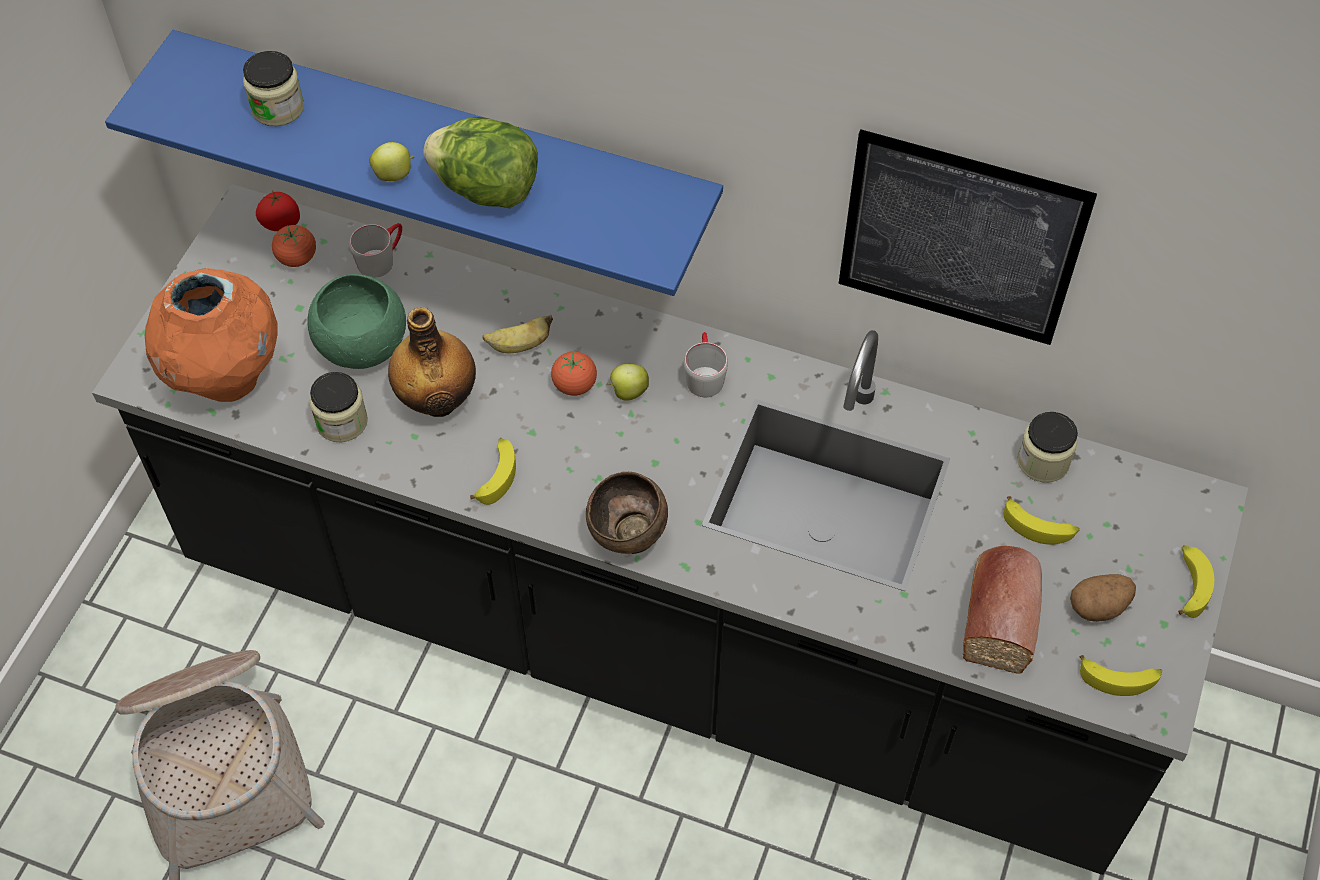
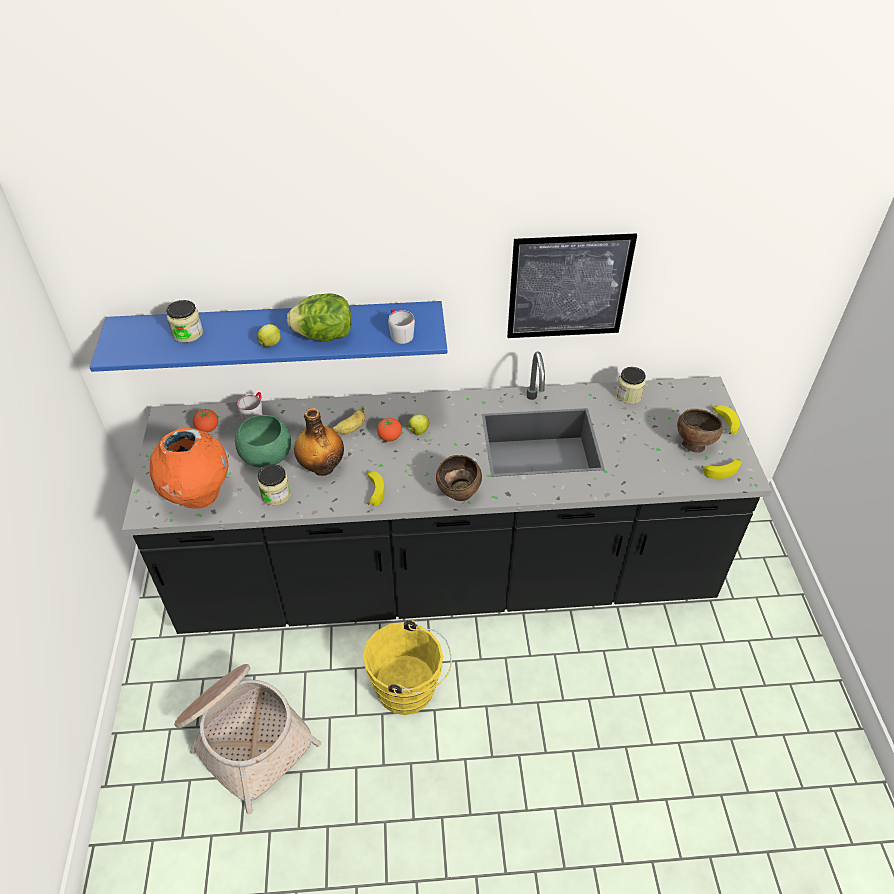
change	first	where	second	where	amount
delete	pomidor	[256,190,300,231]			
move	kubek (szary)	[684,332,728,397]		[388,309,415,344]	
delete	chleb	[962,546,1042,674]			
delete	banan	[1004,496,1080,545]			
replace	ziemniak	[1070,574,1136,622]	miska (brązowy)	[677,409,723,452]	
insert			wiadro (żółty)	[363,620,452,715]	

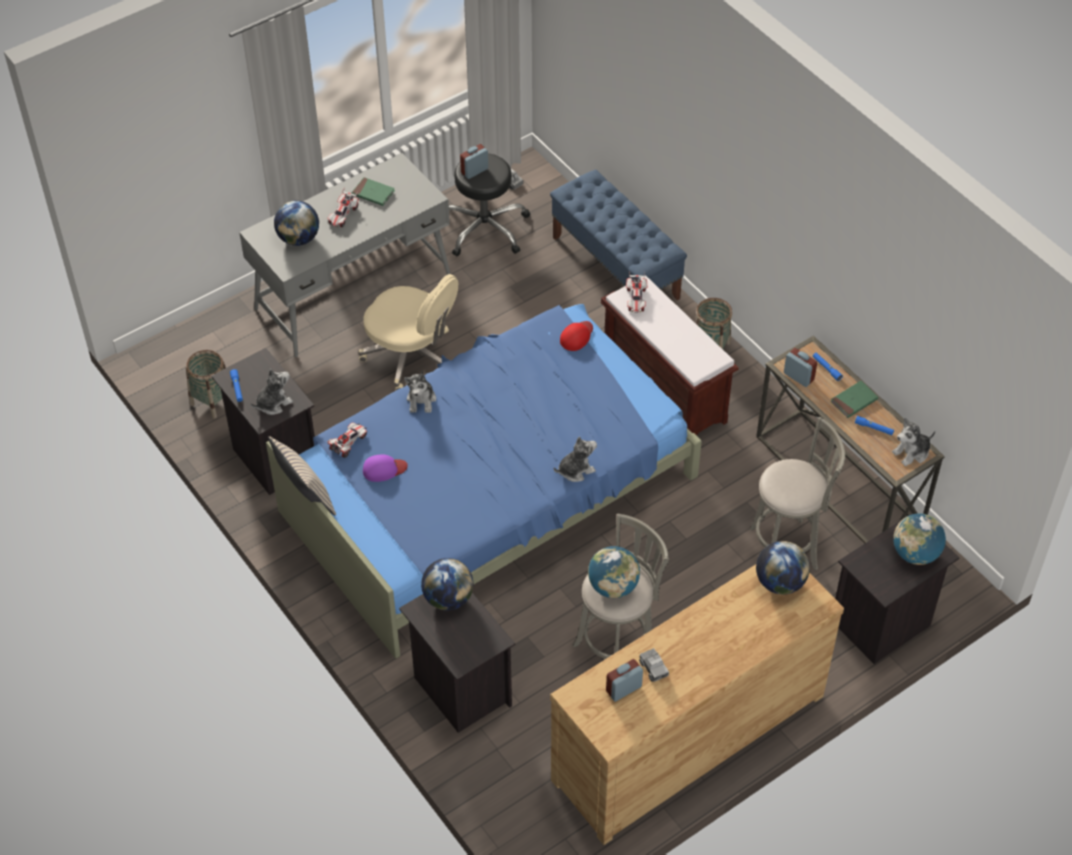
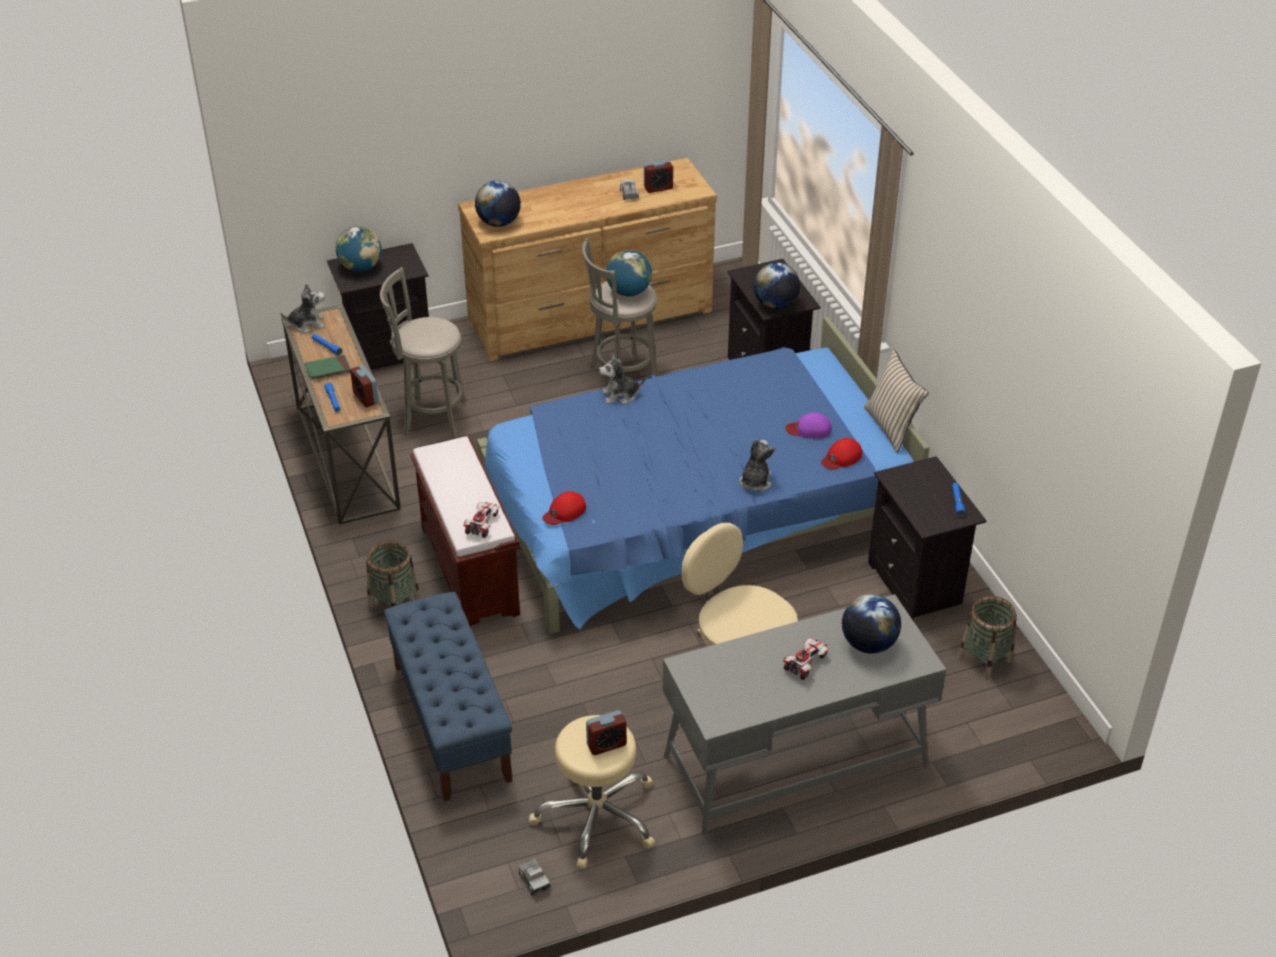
change	first	where	second	where	amount
delete	pluszak	[251,369,293,415]			
replace	samochodzik	[327,422,367,458]	czapka z daszkiem (czerwony)	[821,438,862,470]	
delete	książka (zielony)	[351,177,395,206]			
recolor	stołek (czarny)	[449,153,530,256]	stołek (beżowy)	[529,715,655,869]	

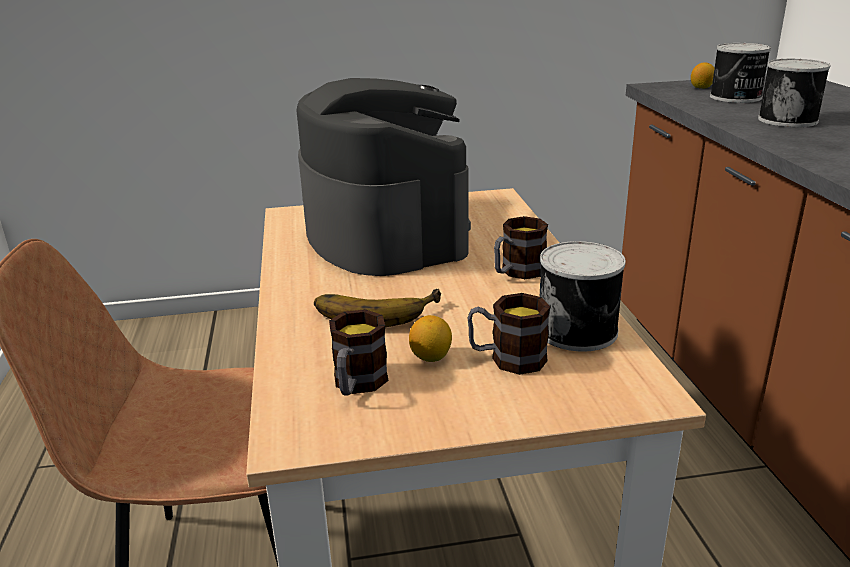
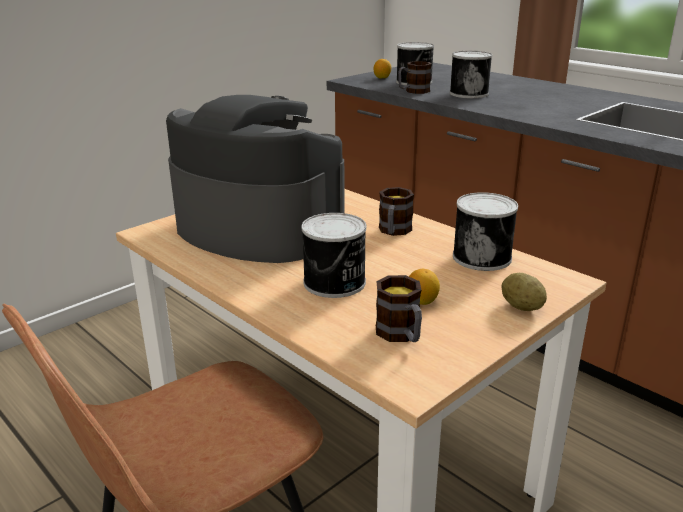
change	first	where	second	where	amount
replace	banan	[314,289,441,327]	puszka	[301,213,366,298]	
move	kubek	[468,293,550,375]		[398,61,432,94]	
insert			ziemniak	[502,273,547,311]	

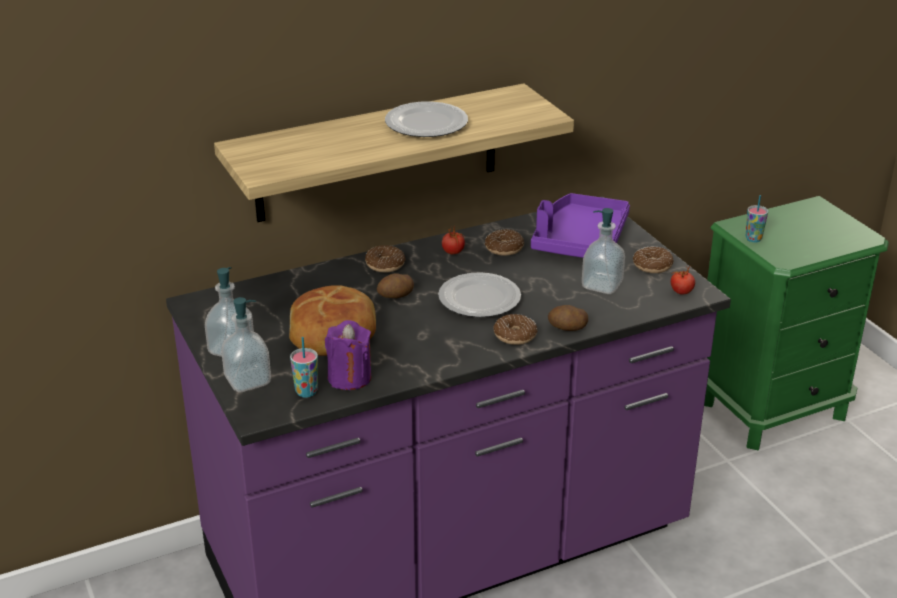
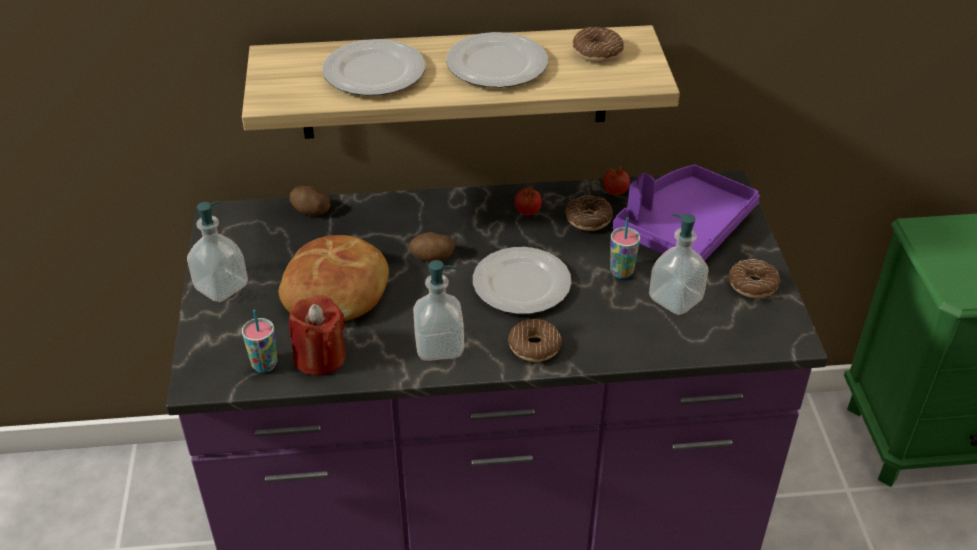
change	first	where	second	where	amount
move	dozownik mydła	[221,297,271,393]		[413,260,464,361]	
recolor	świeca (fioletowy)	[325,320,371,390]	świeca (czerwony)	[289,295,346,376]	
move	donut	[365,245,405,273]		[573,27,624,63]	
move	ziemniak	[548,305,588,331]		[290,186,331,216]	
move	pomidor	[671,265,695,295]		[603,166,630,195]	
move	filiżanka	[746,195,768,243]		[610,217,640,279]	
insert			talerz	[322,39,425,96]	

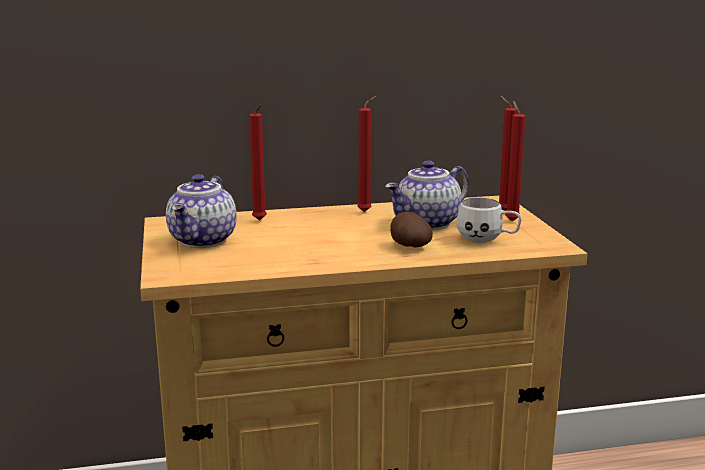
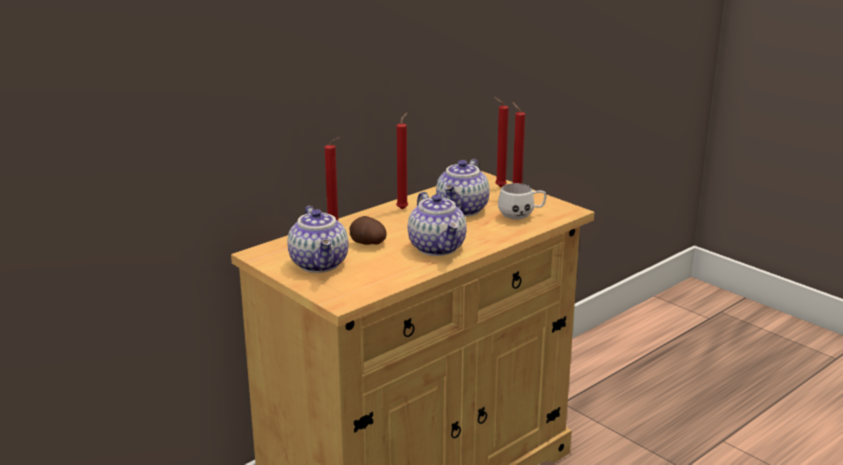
change	first	where	second	where	amount
move	ziemniak	[390,212,433,247]		[350,216,387,245]	
insert			imbryk	[408,192,467,256]	

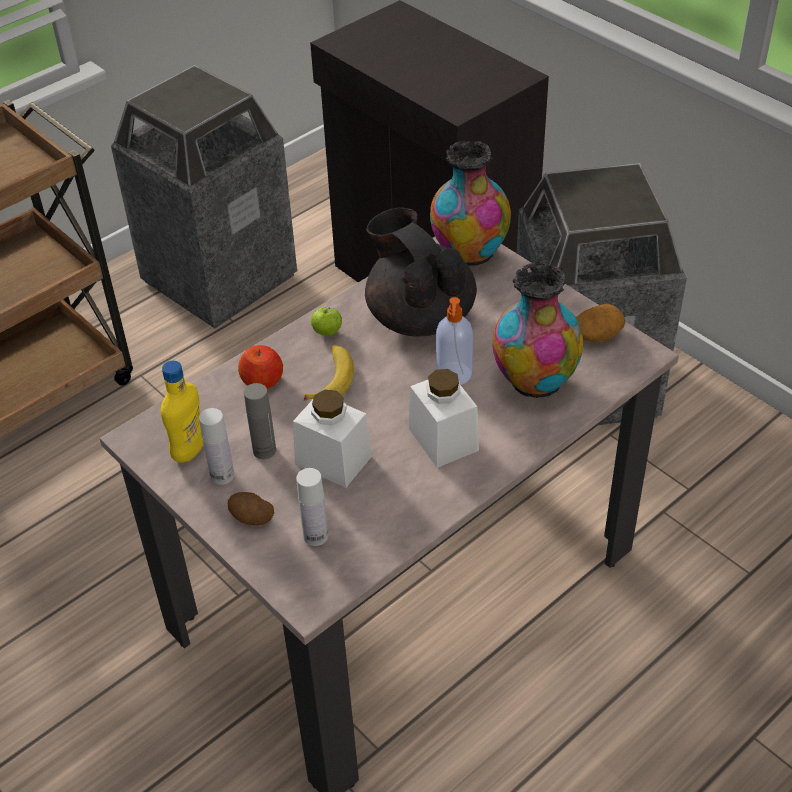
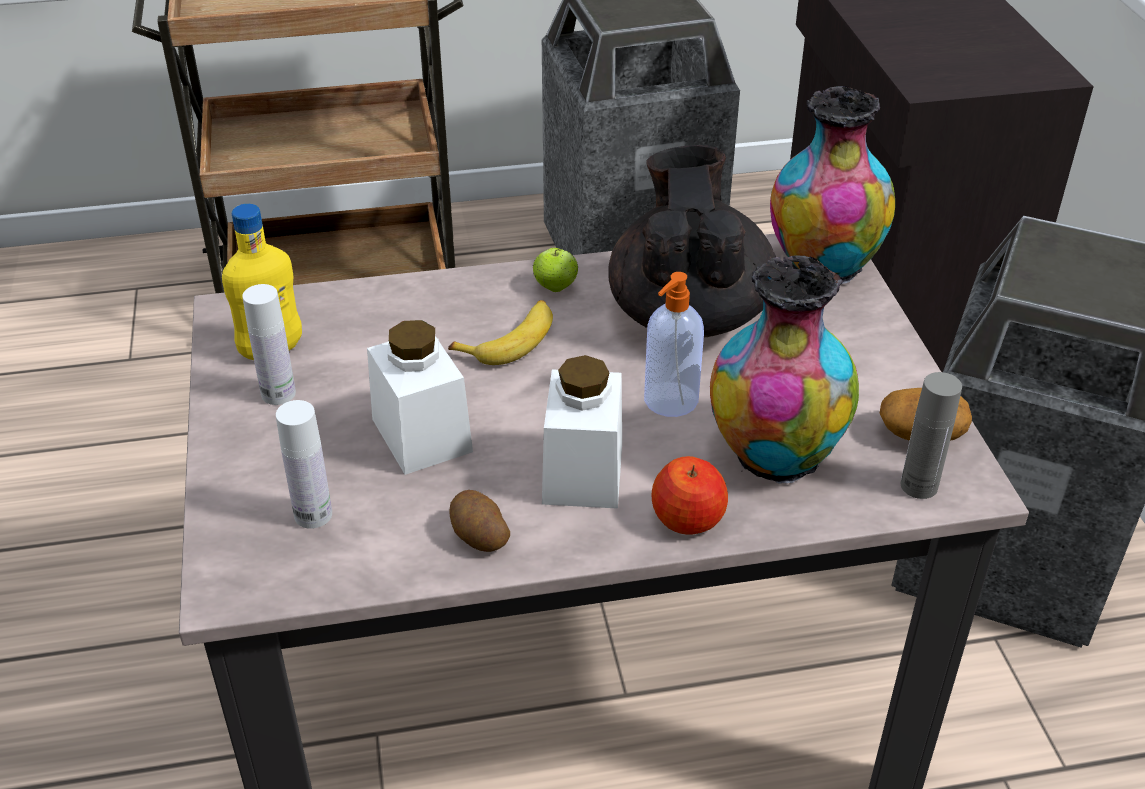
change	first	where	second	where	amount
move	ziemniak	[228,492,274,526]		[449,490,510,552]	
move	jabłko	[238,345,283,389]		[652,456,728,535]	
move	butelka (szary)	[244,383,276,459]		[901,372,962,499]	

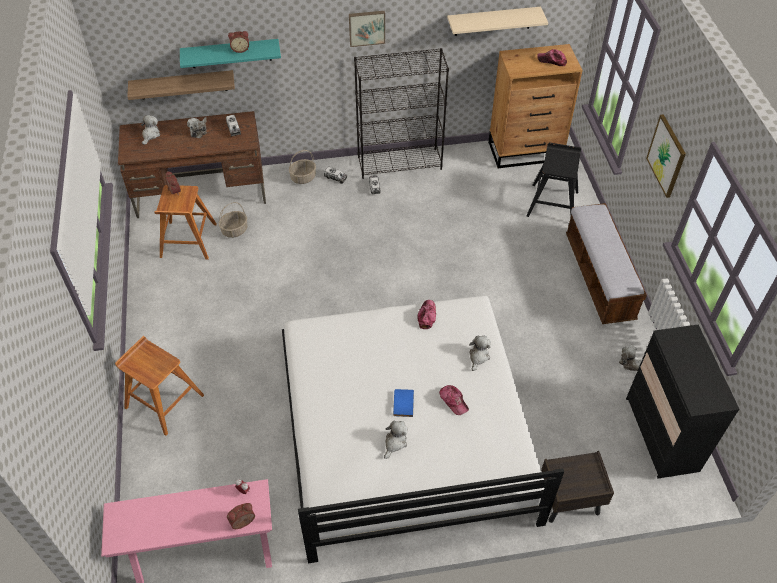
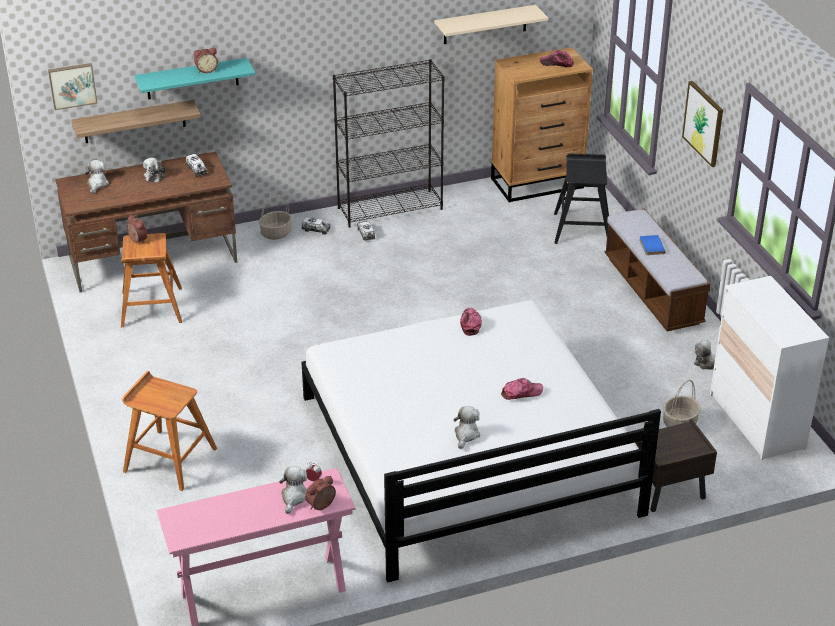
change	first	where	second	where	amount
move	koszyk	[219,202,248,238]		[663,380,701,427]	
move	obraz	[349,11,385,47]		[48,63,98,110]	
move	książka (niebieski)	[393,389,414,417]		[640,235,666,255]	
rotate	czapka z daszkiem	[439,385,469,415]		[501,378,543,400]	60 degrees counterclockwise
move	pluszak	[469,336,491,371]		[279,466,307,514]	
recolor	komoda (czarny)	[626,324,740,479]	komoda (biały)	[710,276,829,460]	

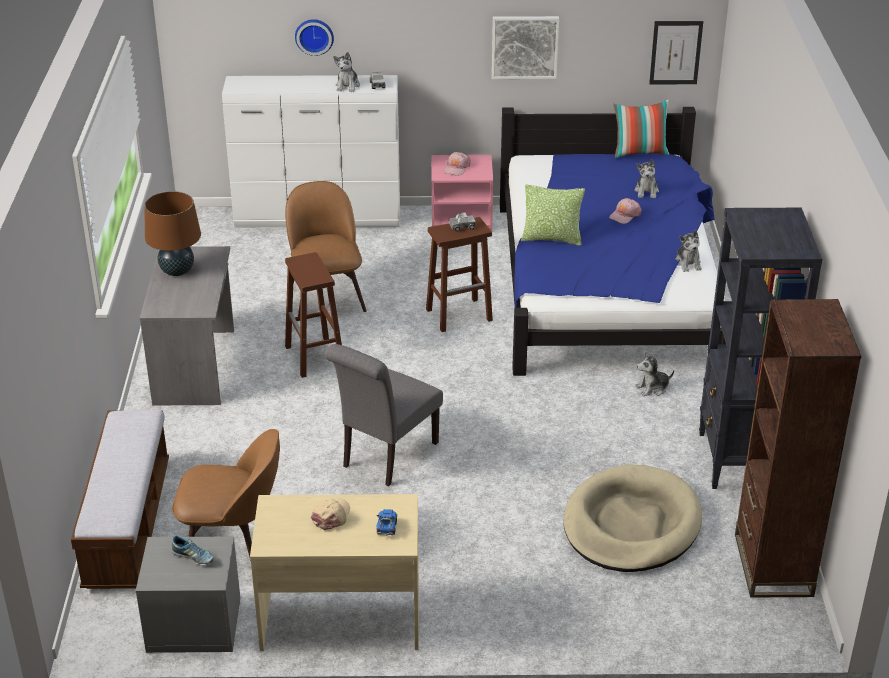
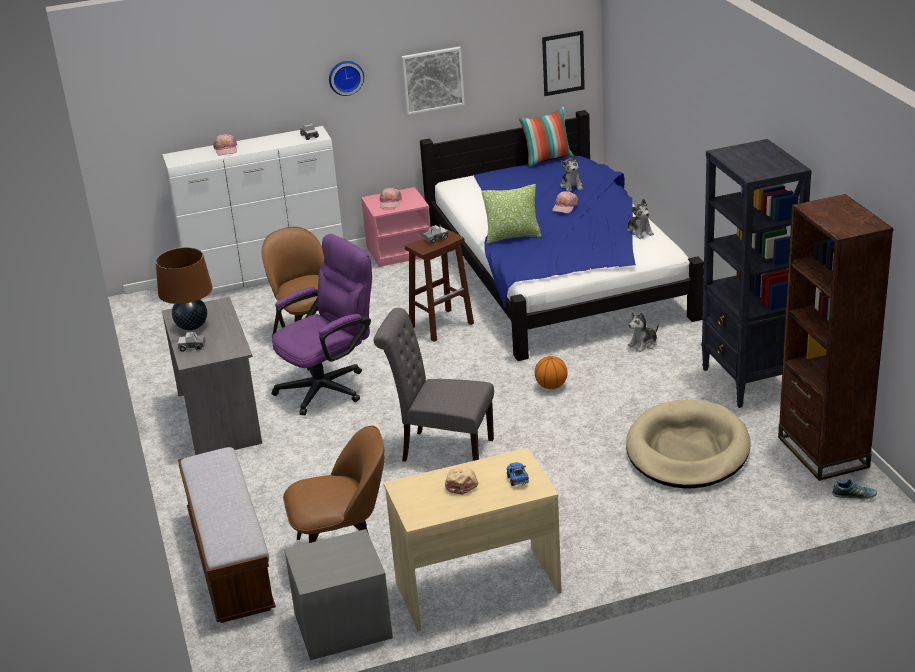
change	first	where	second	where	amount
move	but	[171,536,214,565]		[832,479,877,499]	
replace	stołek (brązowy)	[285,252,342,378]	krzesło biurowe (fioletowy)	[272,234,372,415]	
move	zegar ścienny	[295,19,334,56]		[329,61,364,96]	
rotate	krzesło (szary)	[325,344,443,486]		[373,308,494,462]	90 degrees clockwise
delete	pluszak	[333,52,360,92]			
insert			ciężarówka zabawkowa	[178,332,205,352]	
insert			czapka z daszkiem (różowy)	[213,134,237,155]	
insert			piłka do koszykówki	[535,356,568,389]	

